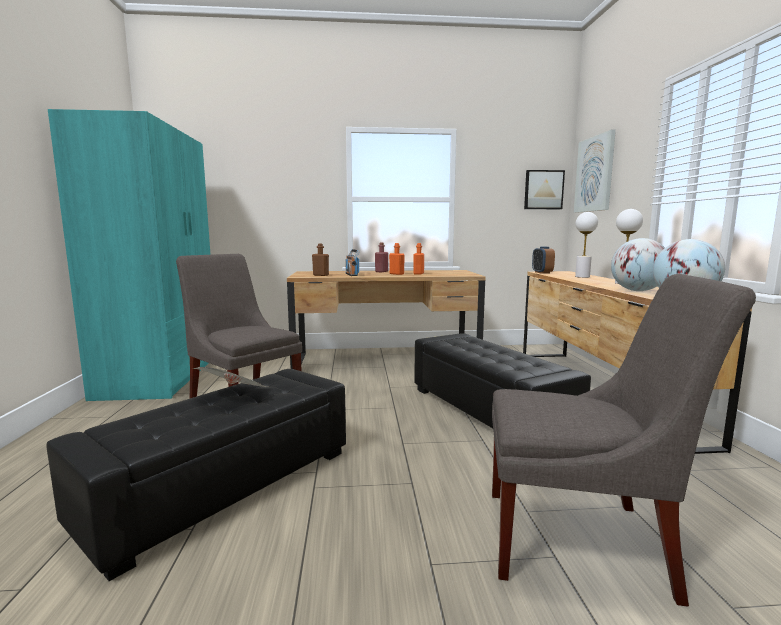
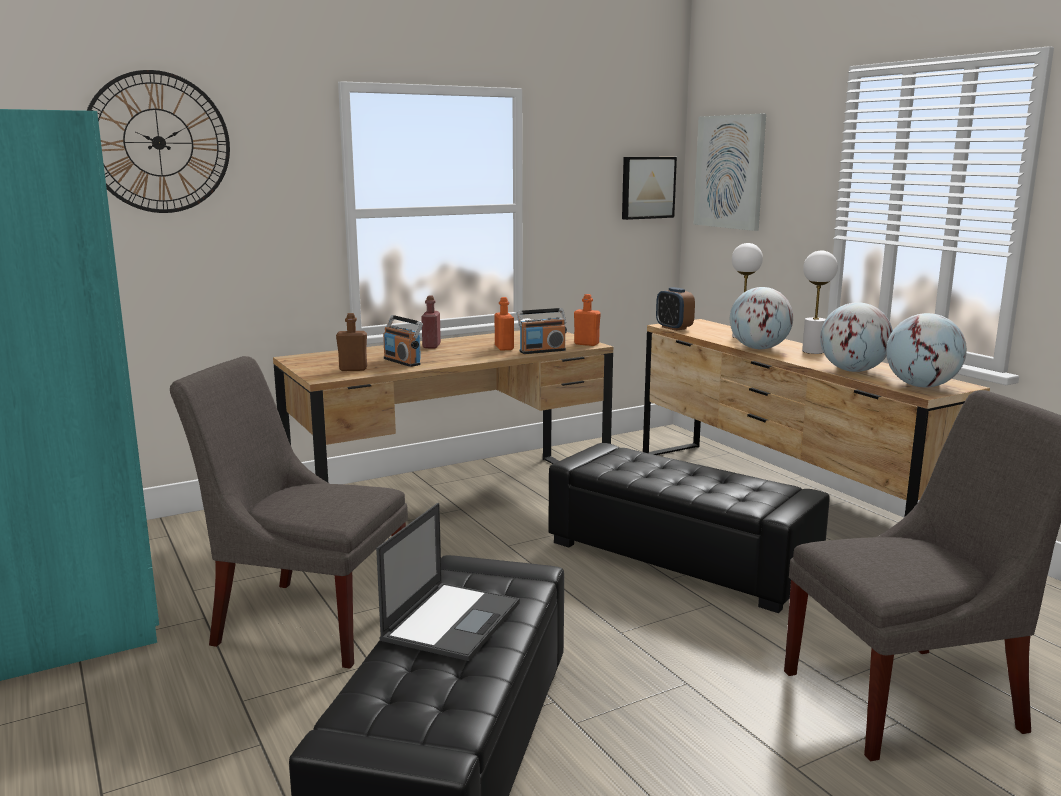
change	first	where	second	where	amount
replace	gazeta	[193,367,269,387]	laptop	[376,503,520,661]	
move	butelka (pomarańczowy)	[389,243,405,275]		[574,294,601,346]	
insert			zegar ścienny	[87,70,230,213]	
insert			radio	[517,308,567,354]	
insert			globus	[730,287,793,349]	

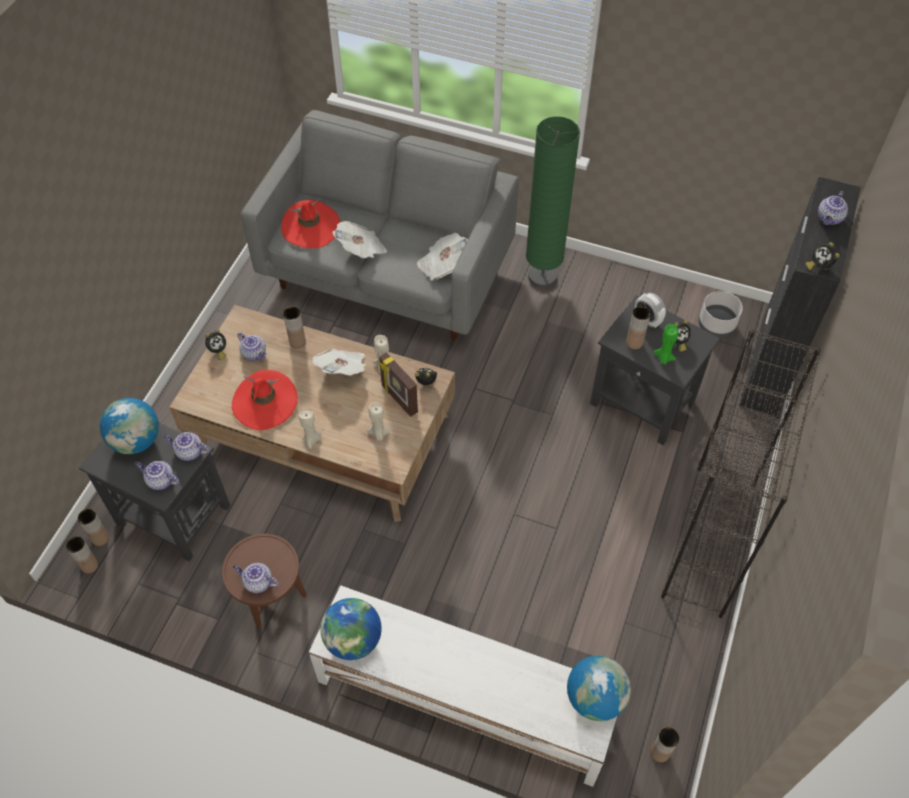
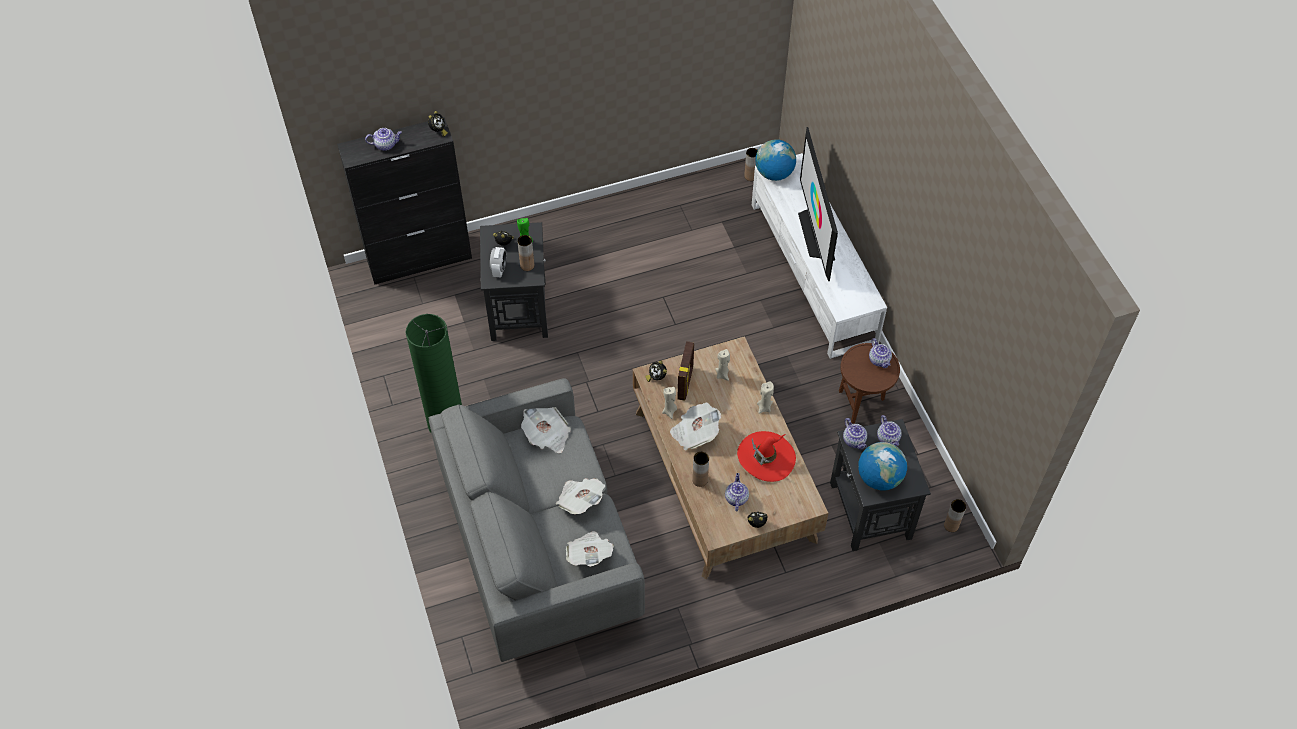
change	first	where	second	where	amount
delete	wazon (brązowy)	[78,509,109,546]			
replace	kapelusz (czerwony)	[281,198,340,248]	gazeta	[566,531,614,567]	
delete	globus	[321,598,382,660]			
delete	regał (czarny)	[661,329,821,618]			
delete	donica (szary)	[699,291,743,338]			
insert			telewizor	[798,127,838,281]	

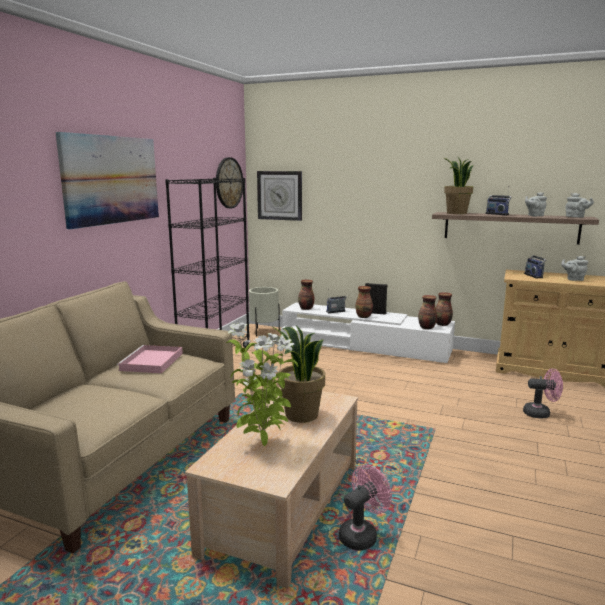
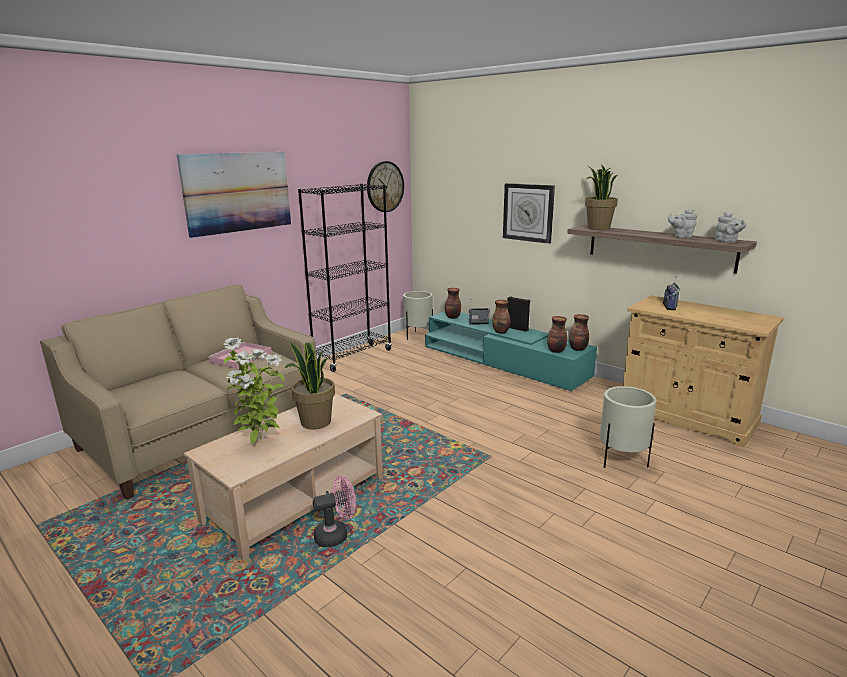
change	first	where	second	where	amount
move	zegar ścienny	[257,171,302,221]		[503,183,555,244]	
recolor	szafka pod telewizor (biały)	[281,303,455,363]	szafka pod telewizor (turkusowy)	[425,311,597,391]	
delete	radio	[485,186,511,215]			
replace	wentylator (różowy)	[523,368,563,418]	donica (beżowy)	[600,386,656,468]	
delete	imbryk (szary)	[561,256,588,281]			

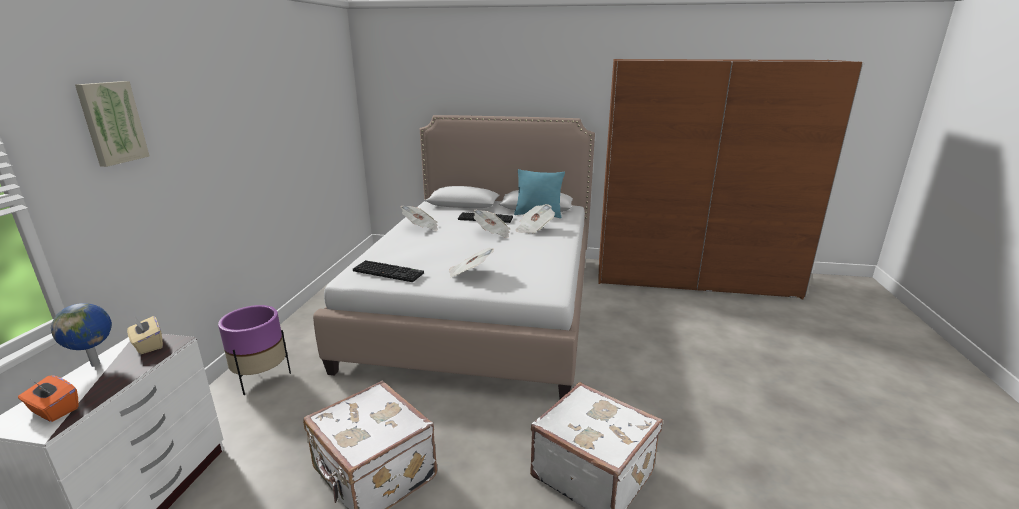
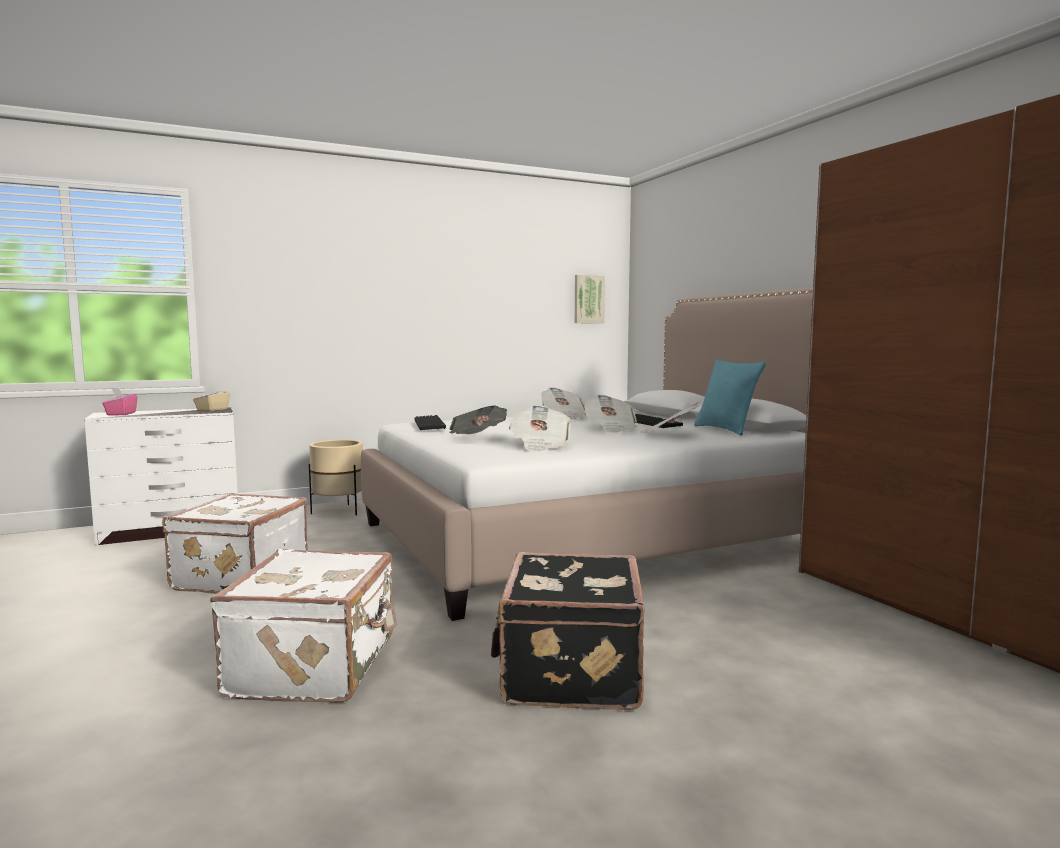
change	first	where	second	where	amount
recolor	pudełko chusteczek (pomarańczowy)	[18,376,79,422]	pudełko chusteczek (różowy)	[102,388,137,416]	
delete	globus	[51,303,112,367]			
move	obraz	[75,81,150,167]		[575,275,605,324]	
recolor	donica (fioletowy)	[218,305,291,395]	donica (beżowy)	[309,439,363,515]	
insert			walizka (czarny)	[491,552,645,710]	
insert			gazeta	[509,405,572,451]	

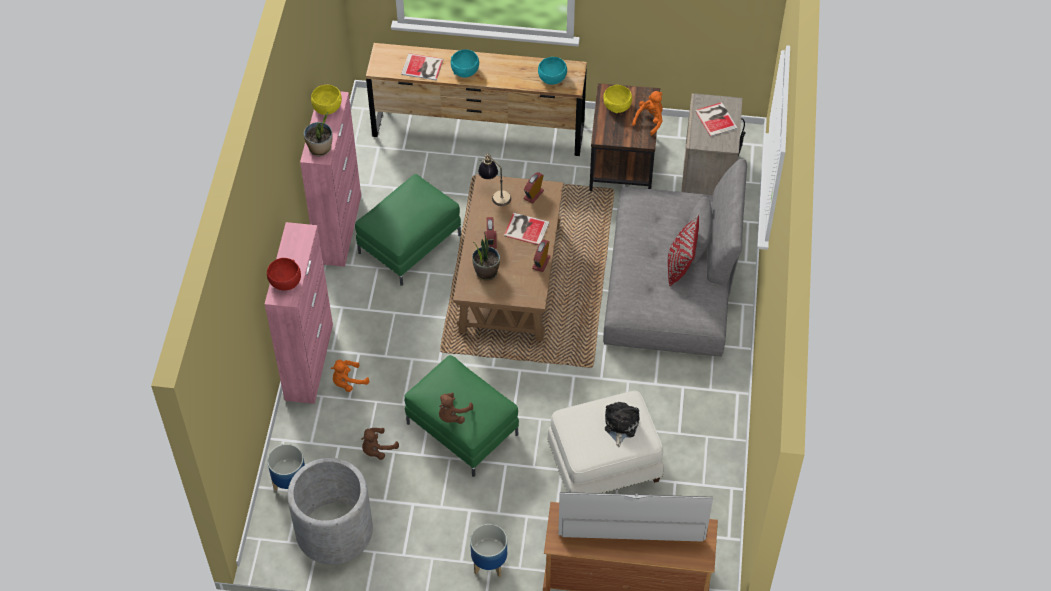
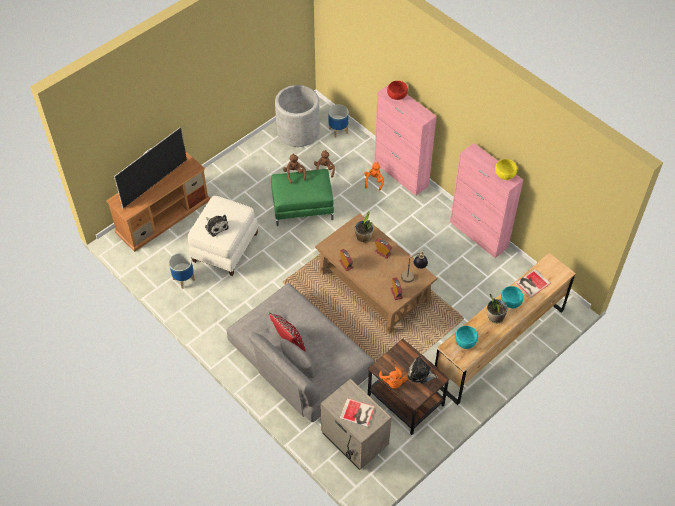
change	first	where	second	where	amount
move	roślina doniczkowa	[304,112,333,156]		[487,294,507,324]	
delete	pufa (zielony)	[355,174,461,286]			
move	donica	[470,524,507,577]		[169,253,195,289]	
delete	książka	[504,213,550,245]			
replace	miska (żółty)	[604,85,632,113]	pluszak	[407,355,438,384]	

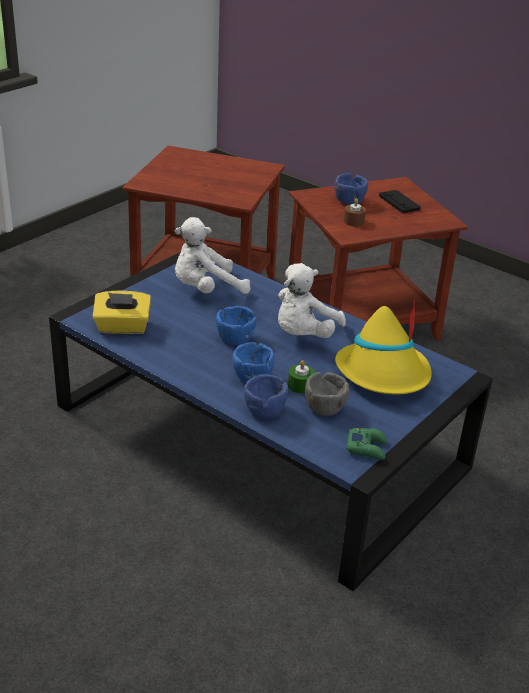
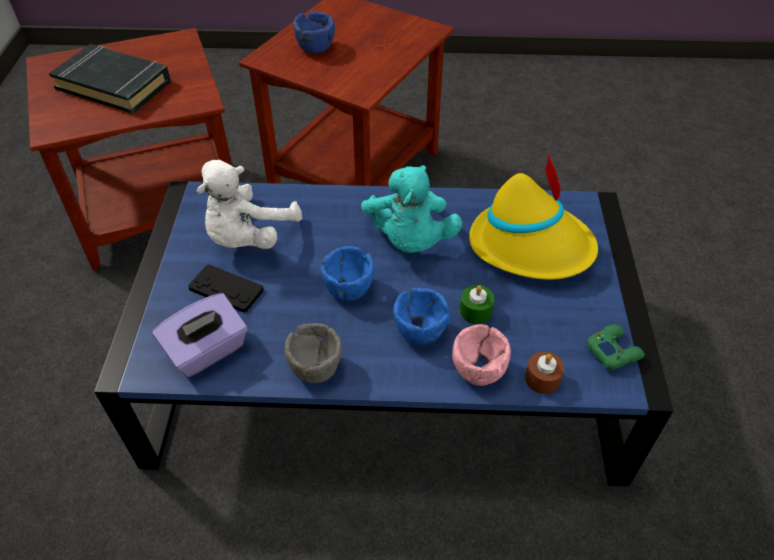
change	first	where	second	where	amount
recolor	pudełko chusteczek (żółty)	[92,290,151,334]	pudełko chusteczek (fioletowy)	[152,293,247,377]	
recolor	miska (niebieski)	[244,374,288,419]	miska (różowy)	[452,324,511,386]	
recolor	pluszak (biały)	[278,263,346,338]	pluszak (turkusowy)	[361,165,462,253]	
move	miska (szary)	[305,372,349,416]		[284,323,342,383]	
move	świeca (brązowy)	[343,198,366,226]		[525,351,564,394]	
move	pad do gier (czarny)	[379,190,421,213]		[188,265,264,313]	
insert			książka (czarny)	[49,44,171,114]	

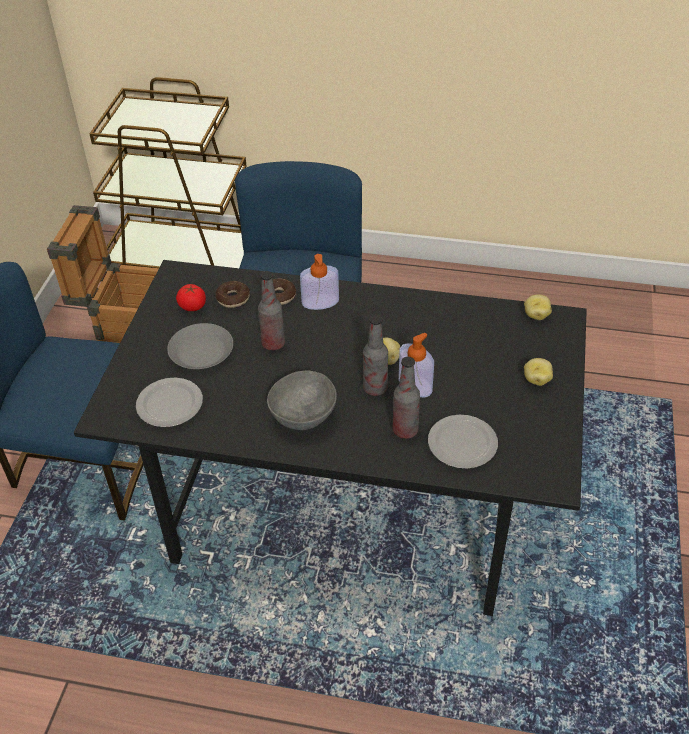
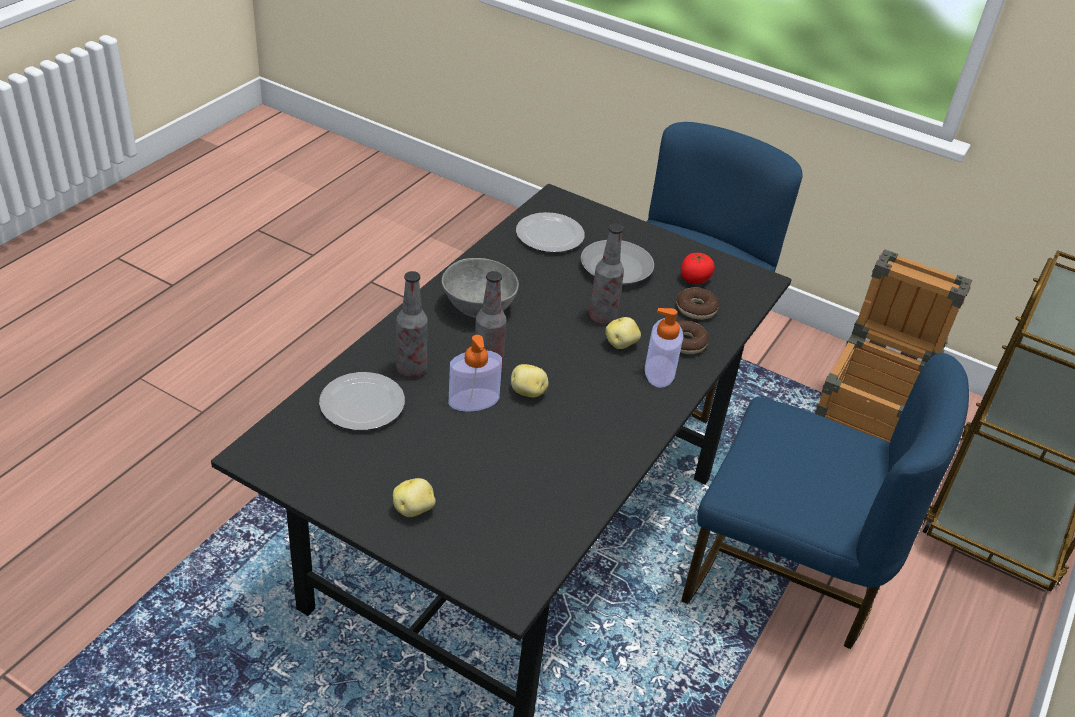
change	first	where	second	where	amount
move	ziemniak	[524,294,552,320]		[605,317,641,349]	

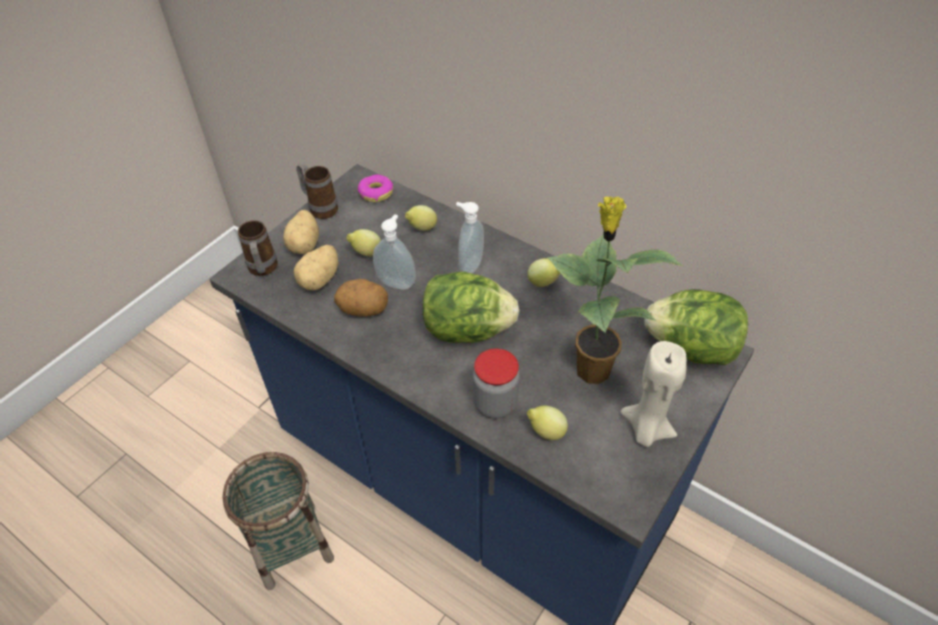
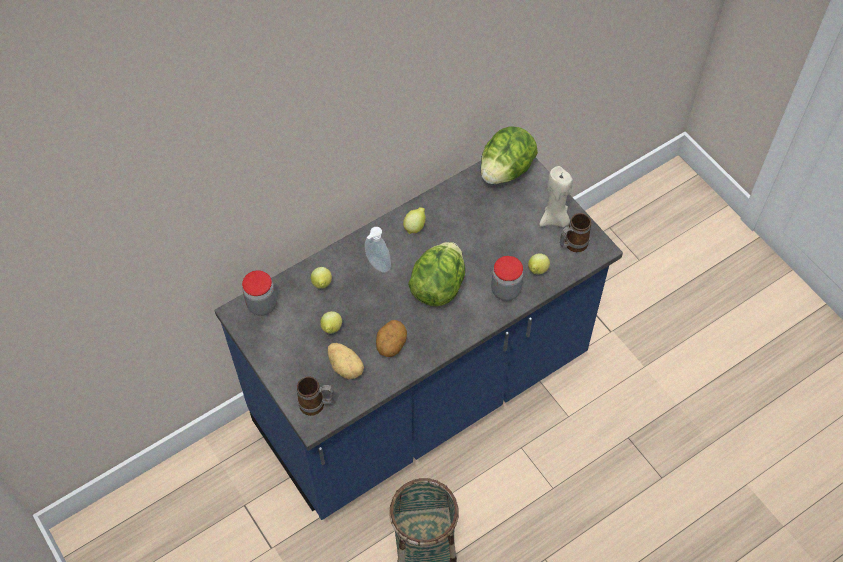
change	first	where	second	where	amount
delete	ziemniak	[283,210,319,254]			
move	kubek	[296,163,338,219]		[560,213,591,252]	
replace	donut	[358,174,393,202]	słoik	[242,270,277,316]	
delete	dozownik mydła	[373,214,416,290]			
delete	roślina doniczkowa	[547,196,683,384]			

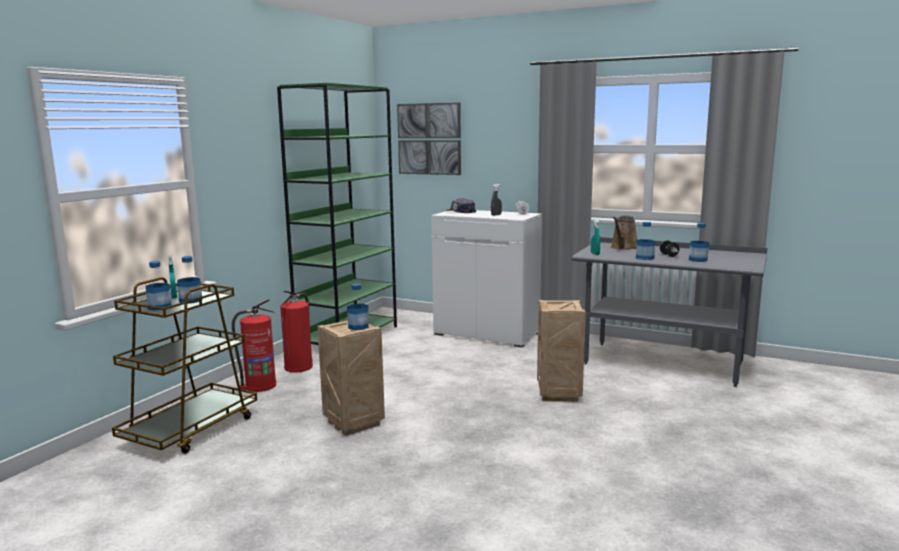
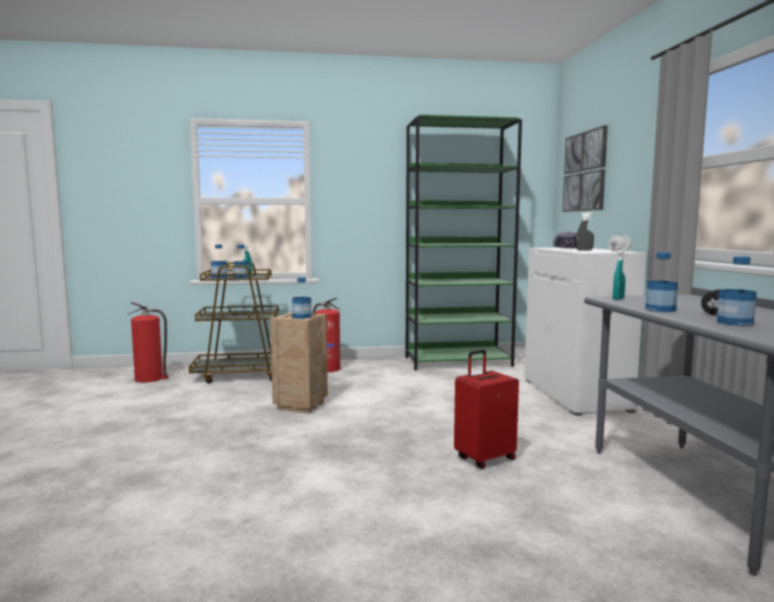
change	first	where	second	where	amount
move	gaśnica	[280,291,313,372]		[128,302,168,383]	
replace	skrzynka	[537,300,586,402]	walizka (czerwony)	[454,350,519,469]	
delete	konewka (brązowy)	[610,215,637,250]			

